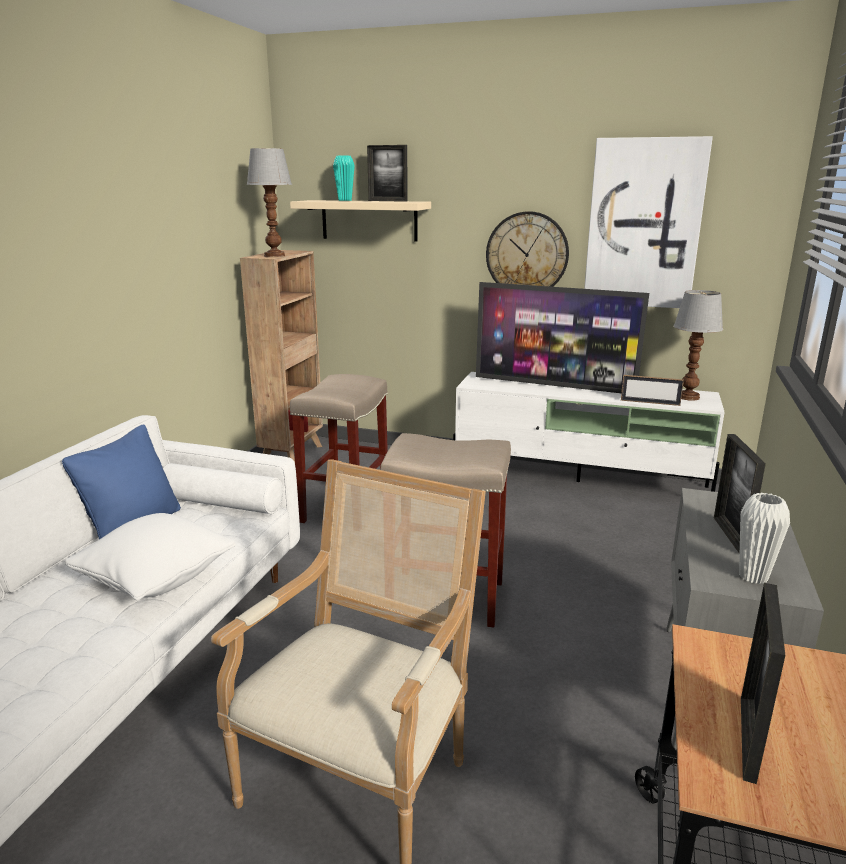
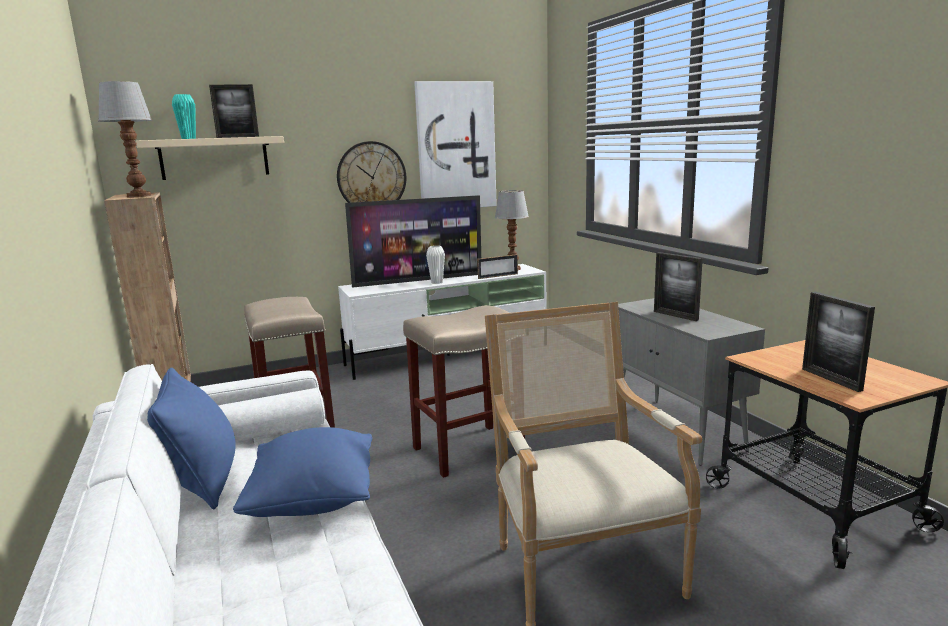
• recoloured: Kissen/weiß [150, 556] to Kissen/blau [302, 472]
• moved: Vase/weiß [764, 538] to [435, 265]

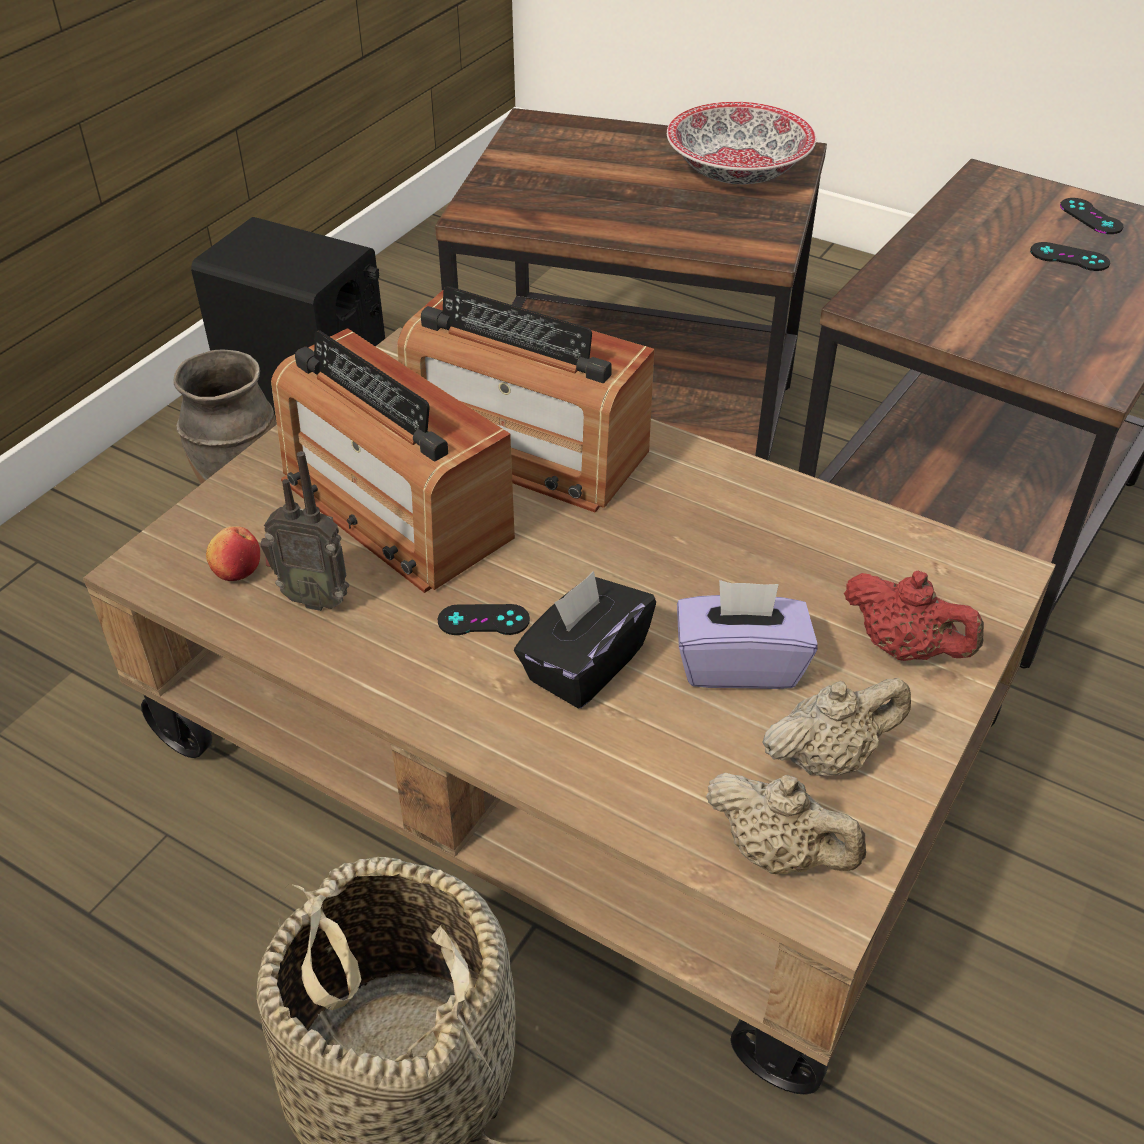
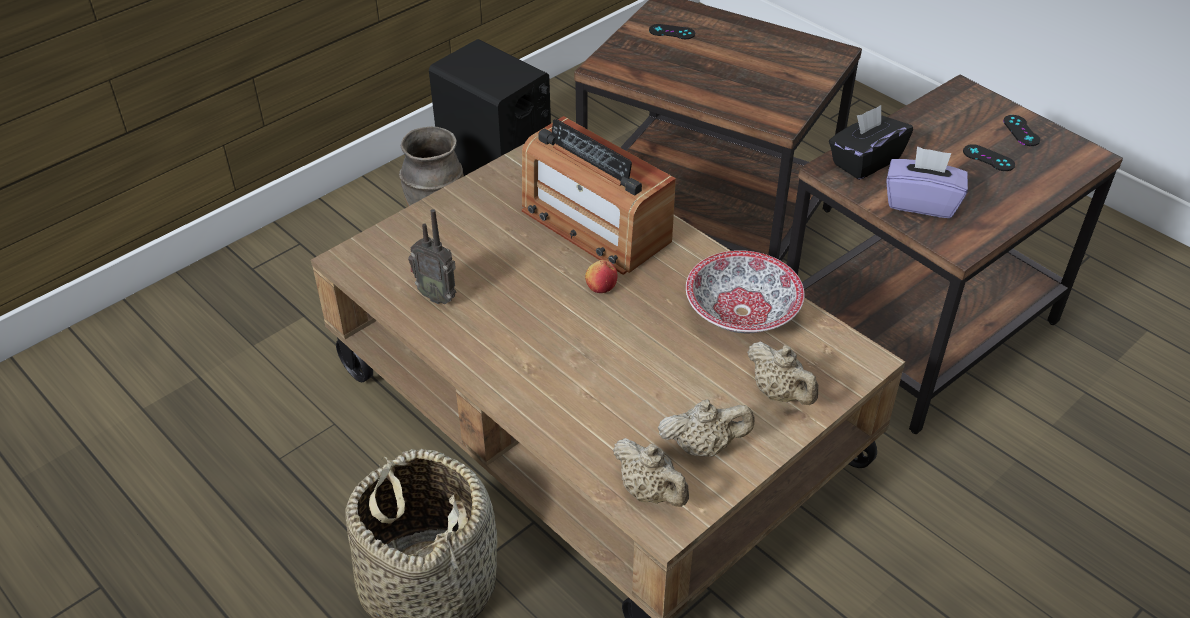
• moved: Apfel [233, 553] to [601, 276]
• removed: Radio [393, 460]
• moved: Gamepad/schwarz [484, 619] to [672, 31]
• moved: Taschentuchbox/schwarz [585, 639] to [871, 142]
• moved: Schüssel [741, 143] to [745, 291]
• moved: Taschentuchbox/lila [747, 634] to [927, 182]
• recoloured: Teekanne/rot [914, 616] to Teekanne/beige [782, 373]

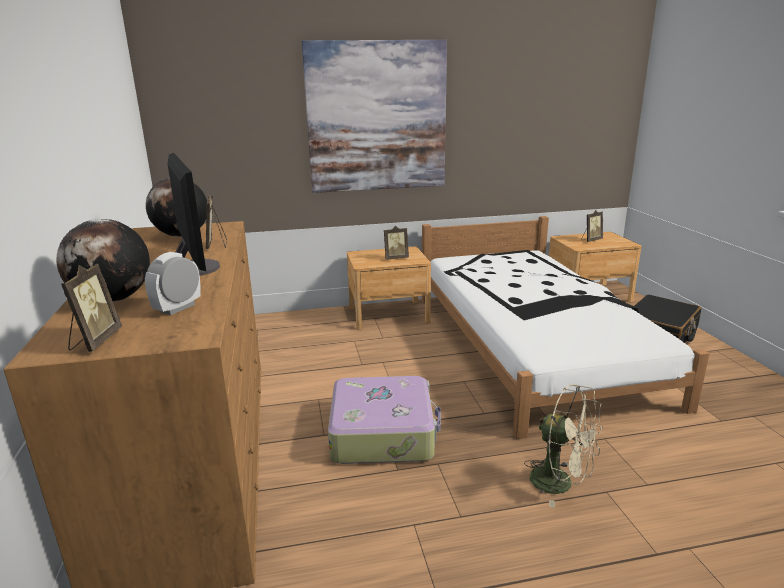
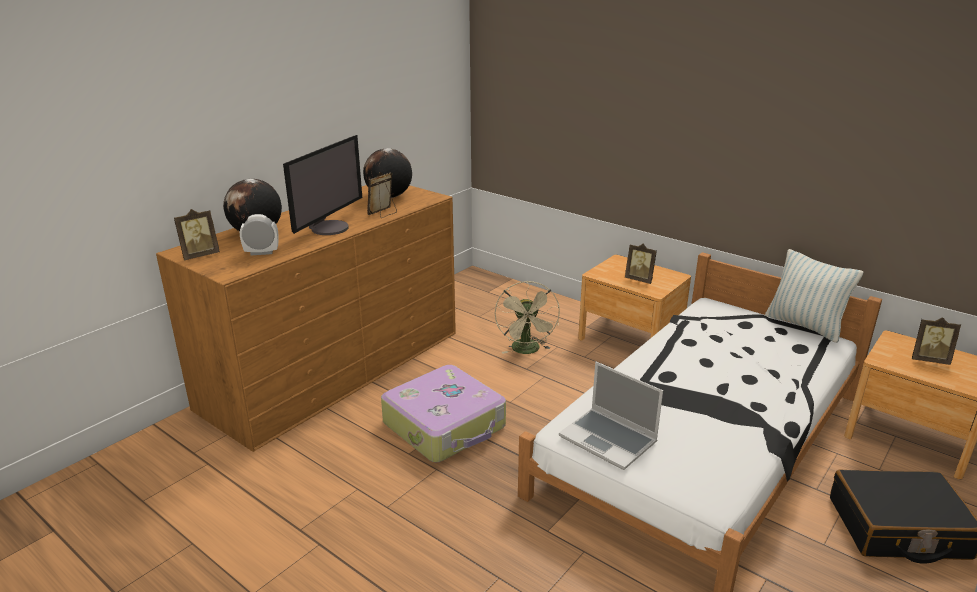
• removed: Bild [374, 116]
• moved: Ventilator/beige [563, 446] to [527, 317]
• added: Laptop [611, 416]
• added: Kissen [814, 296]

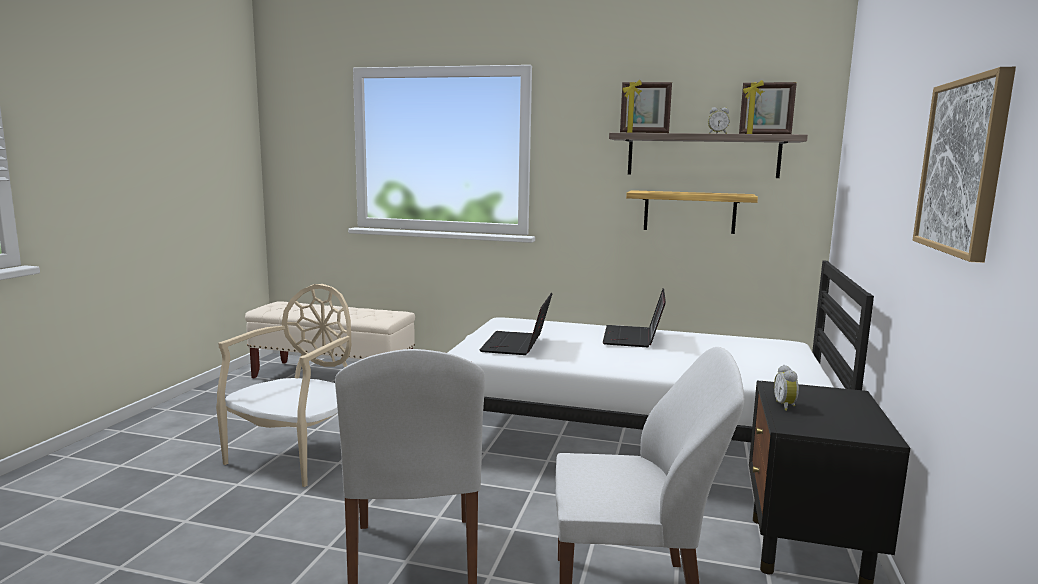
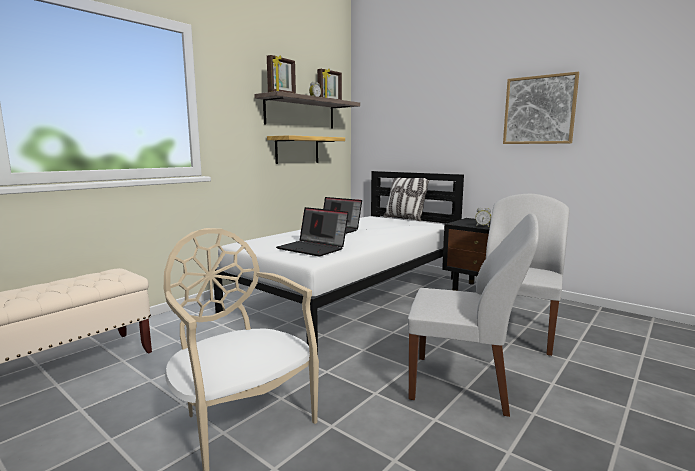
• added: Kissen [406, 199]

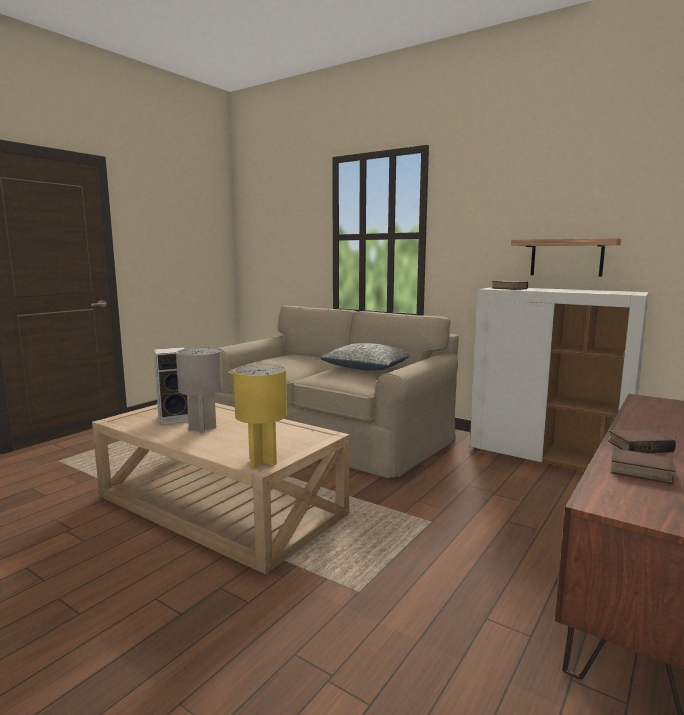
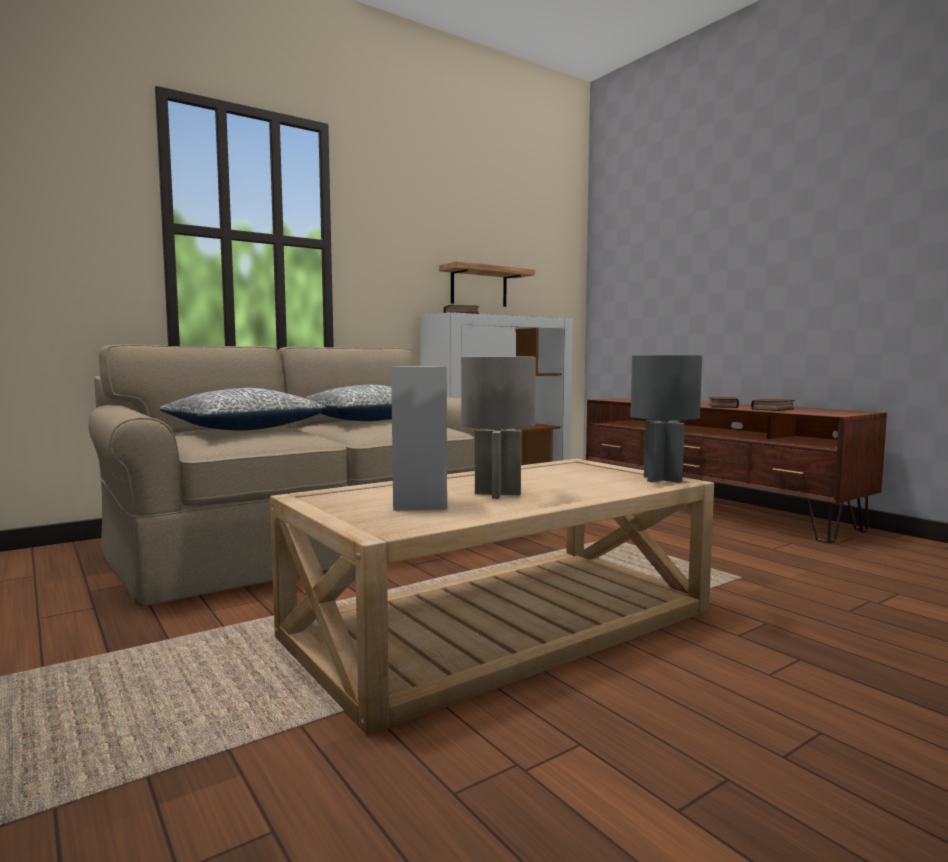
• recoloured: Tischlampe/gelb [260, 415] to Tischlampe/grau [666, 419]
• added: Kissen [243, 409]

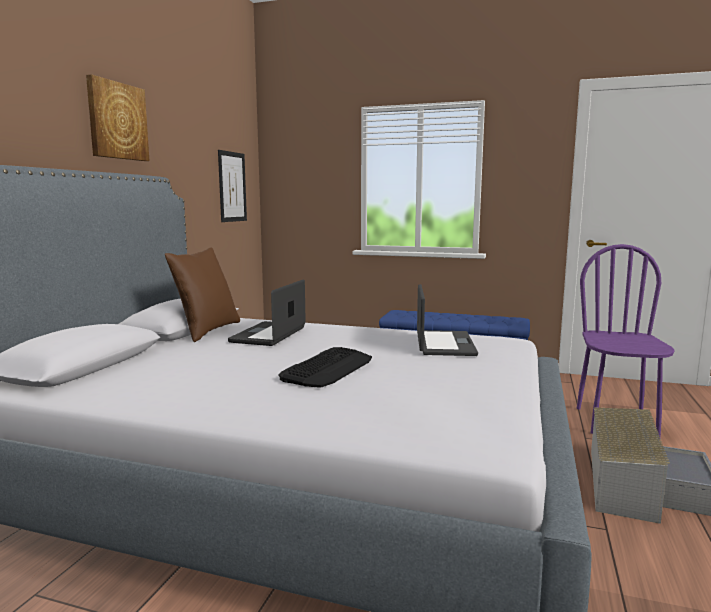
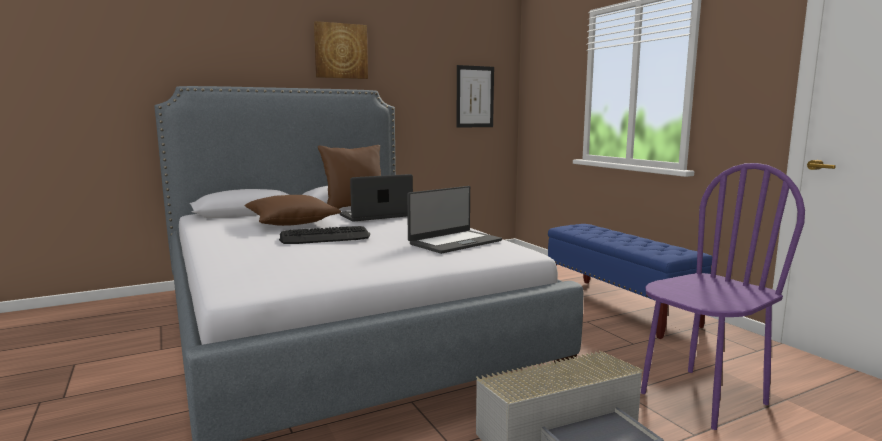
• added: Kissen/braun [292, 210]

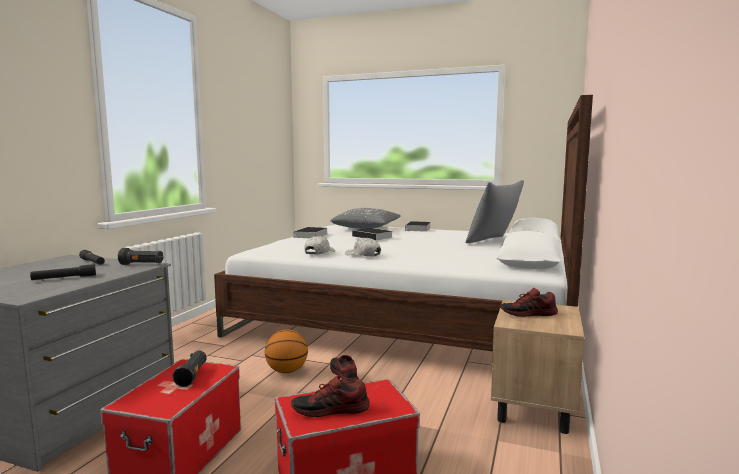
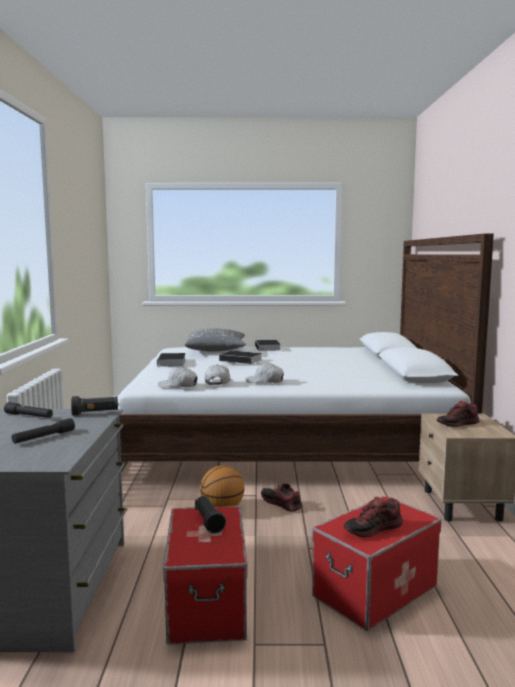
• removed: Kissen/grau [494, 211]
• added: Kappe/weiß [177, 377]

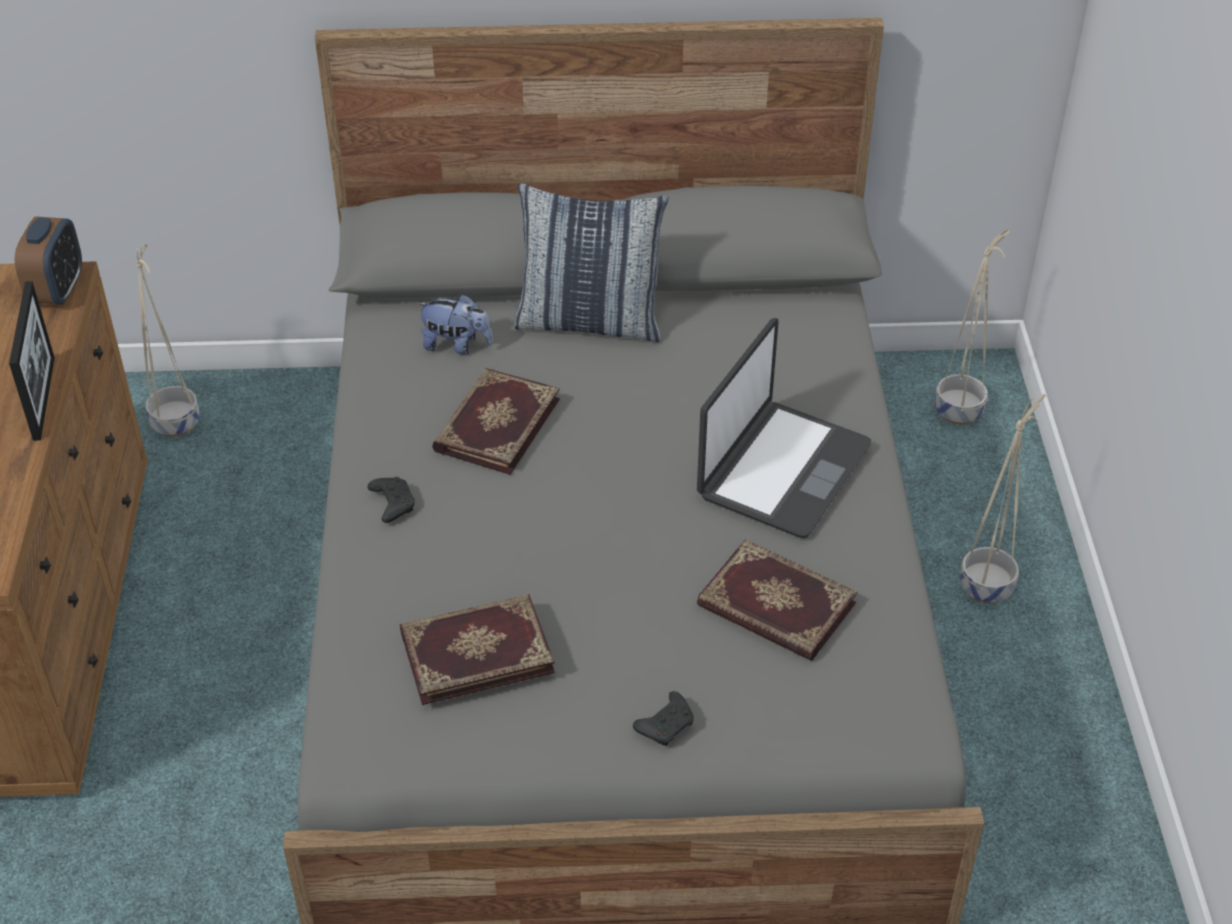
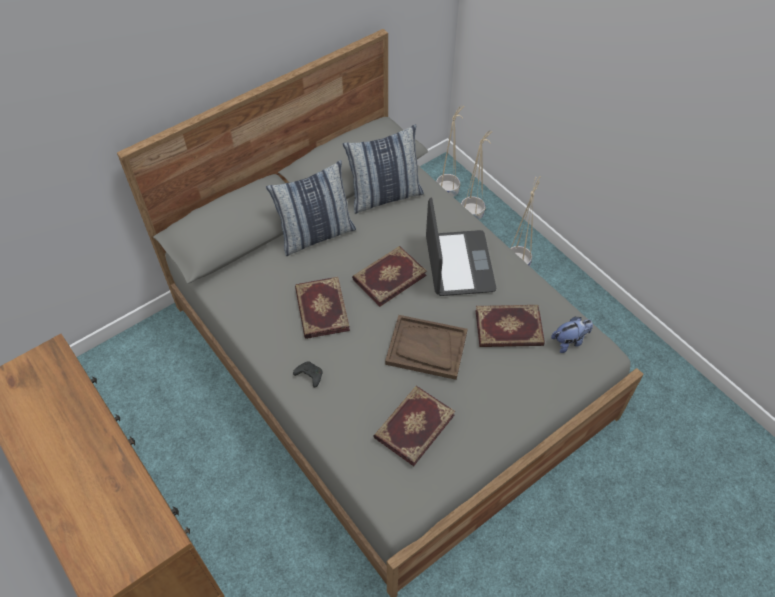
• removed: Bilderrahmen [32, 361]
• removed: Wecker [48, 261]
• moved: Pflanzkübel/beige [168, 340] to [476, 175]
• moved: Plüschtier [454, 324] to [572, 334]
• removed: Gamepad/schwarz [663, 718]
• added: Kissen [383, 169]
• added: Buch [389, 276]
• added: Tablett/braun [426, 347]

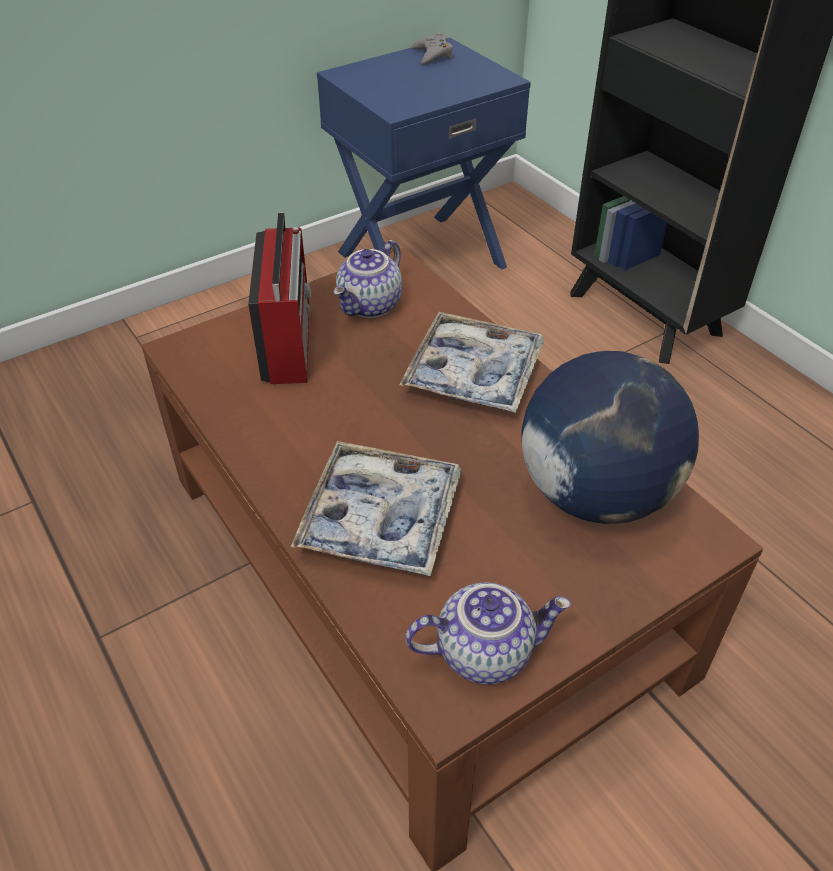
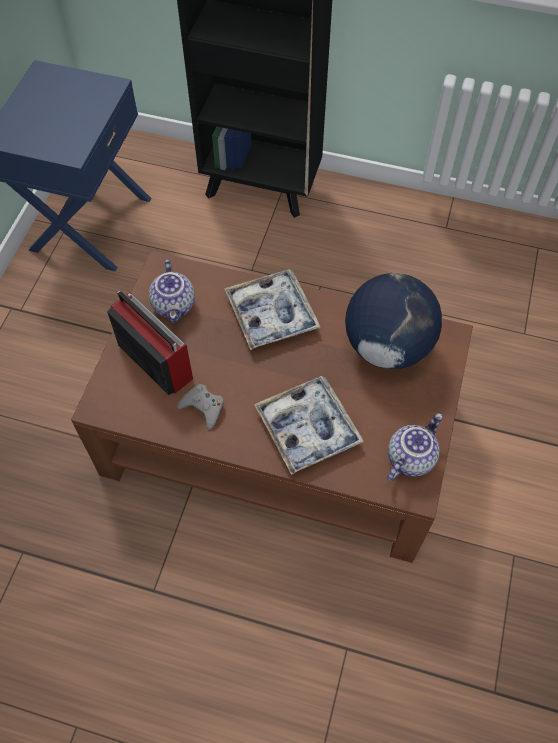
• moved: Gamepad/grau [432, 48] to [200, 407]

